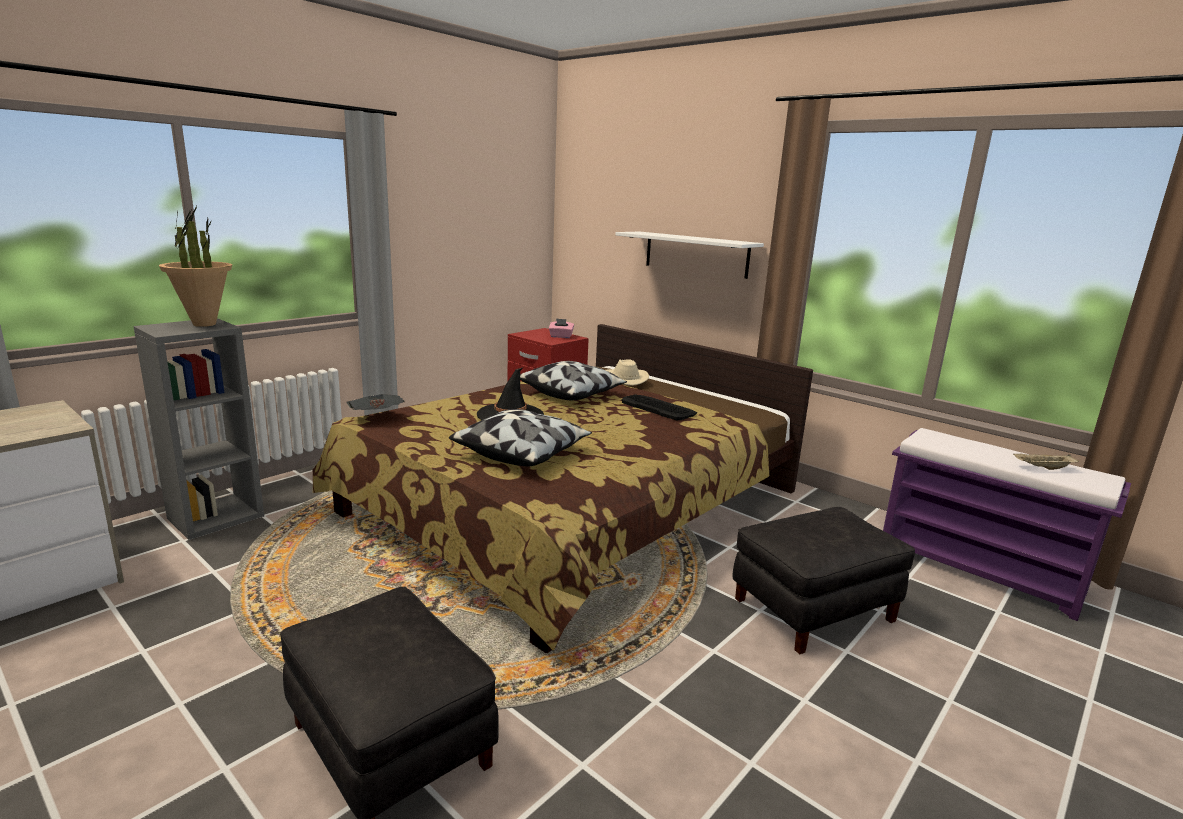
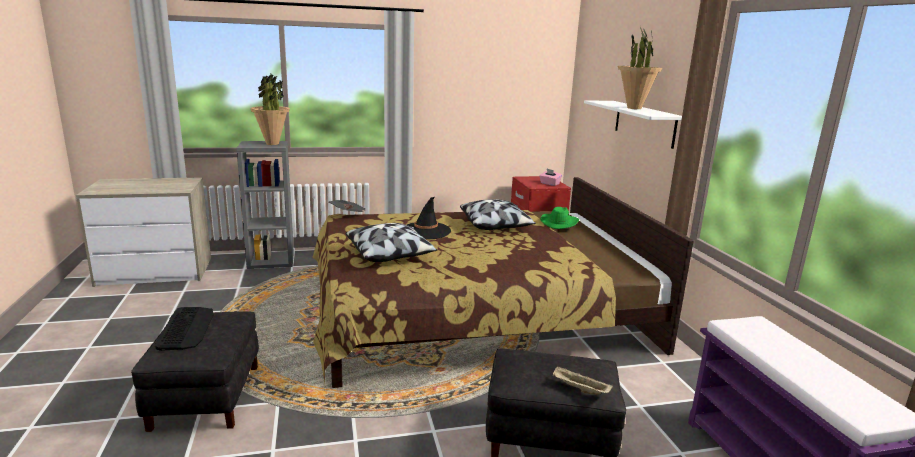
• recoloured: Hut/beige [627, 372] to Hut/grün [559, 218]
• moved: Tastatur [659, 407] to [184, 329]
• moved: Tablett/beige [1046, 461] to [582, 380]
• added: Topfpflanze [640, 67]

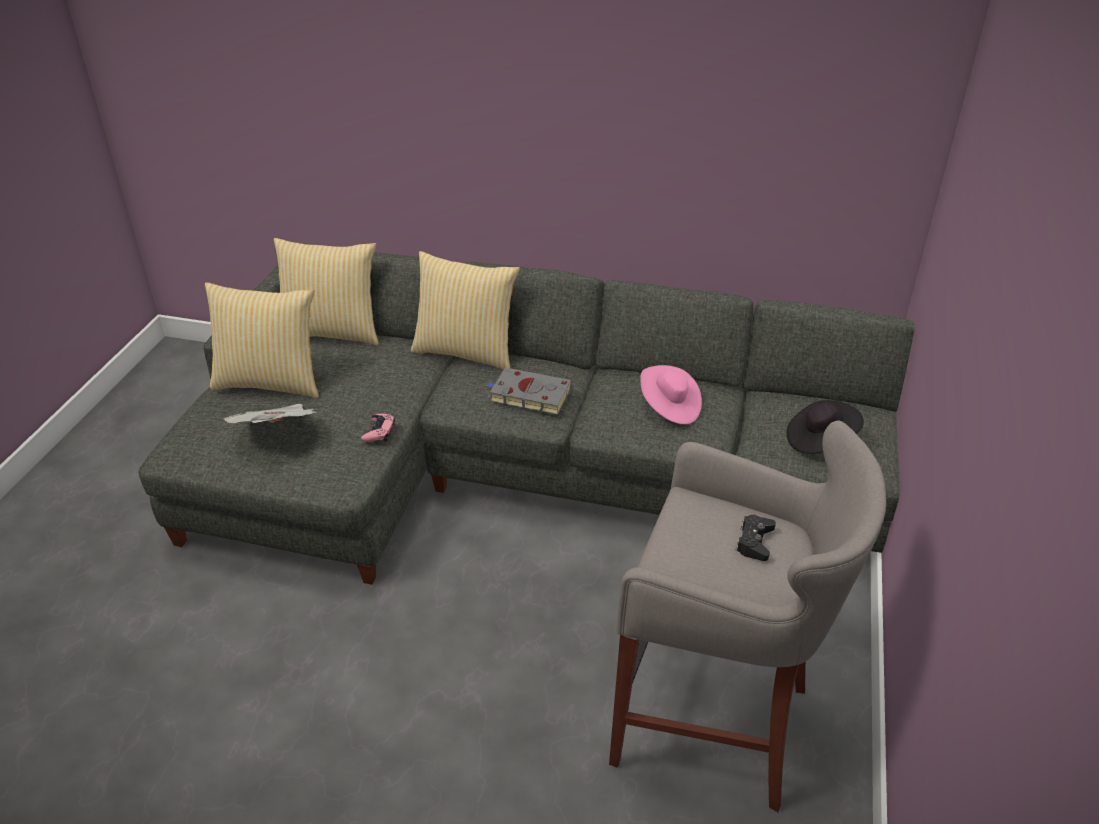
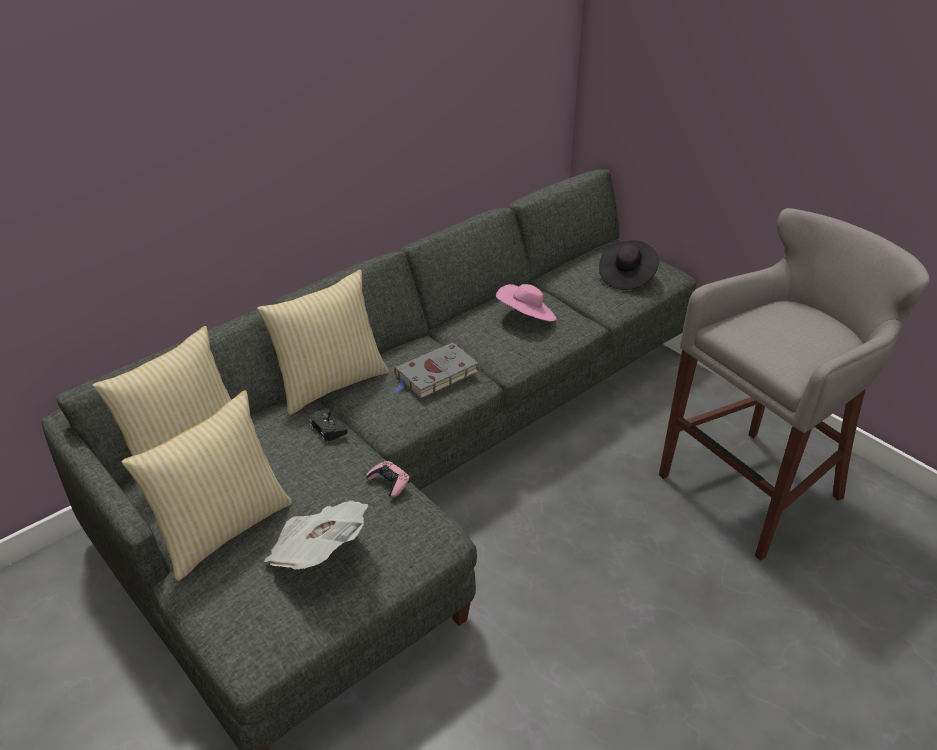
• moved: Gamepad/schwarz [755, 538] to [328, 425]

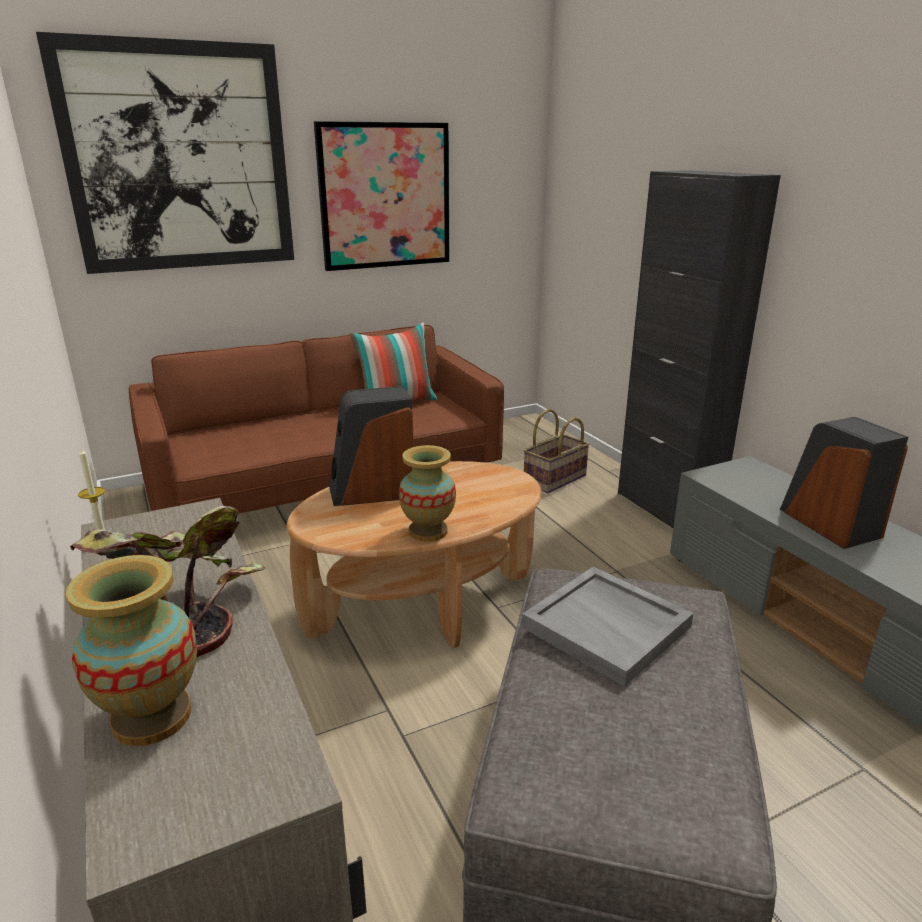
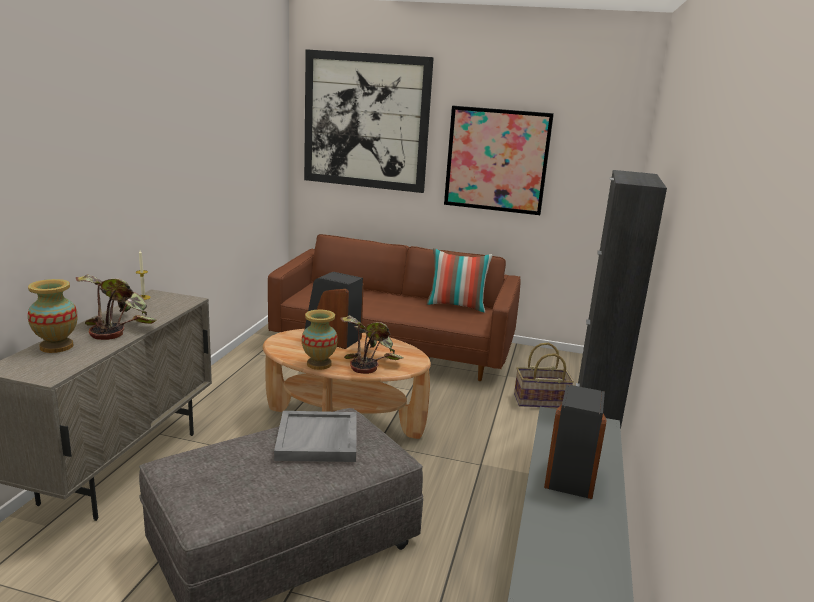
• added: Topfpflanze [372, 344]

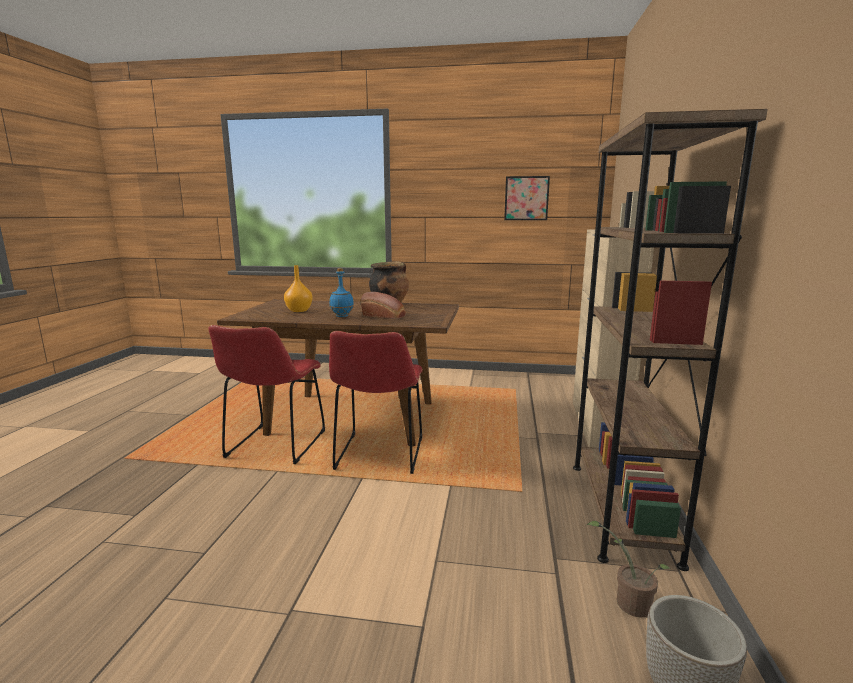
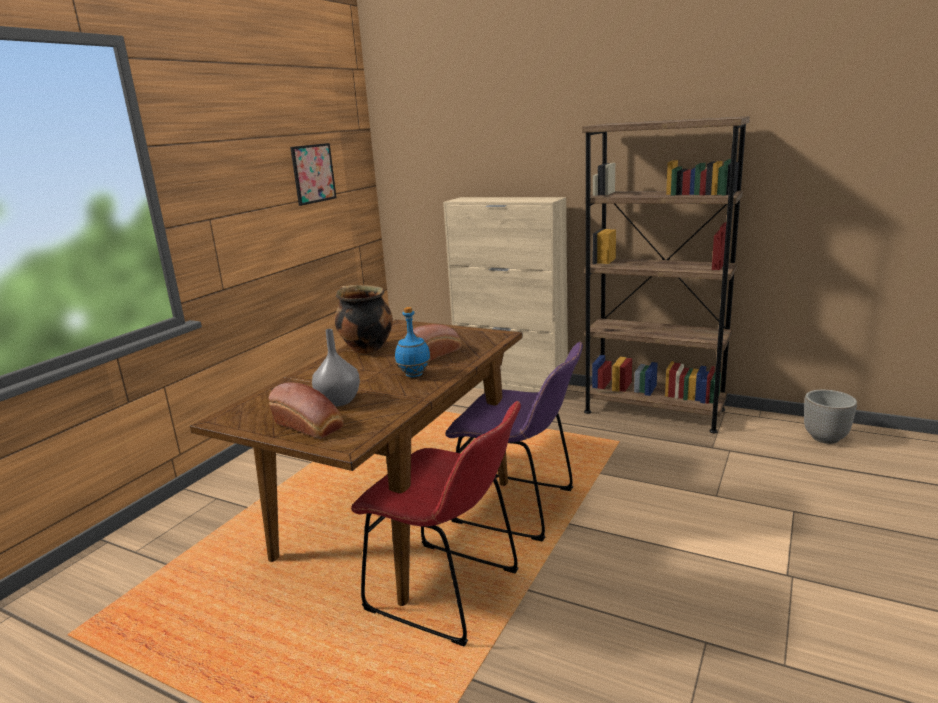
• recoloured: Vase/orange [298, 288] to Vase/grau [336, 367]
• recoloured: Stuhl/rot [376, 402] to Stuhl/lila [514, 442]
• removed: Topfpflanze [629, 569]
• added: Brot [305, 411]

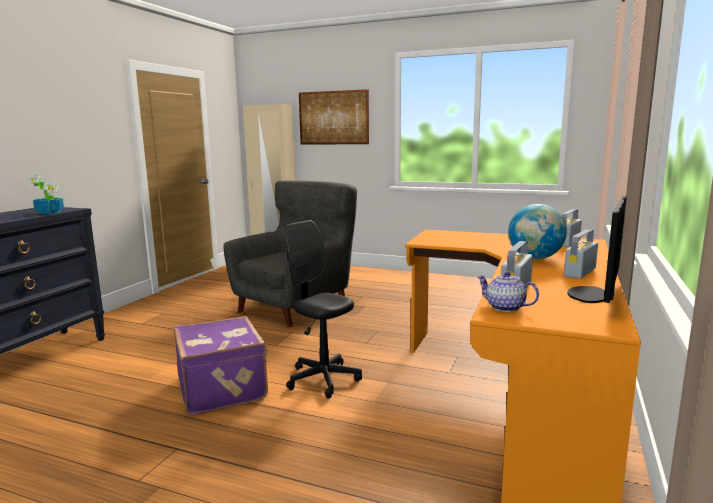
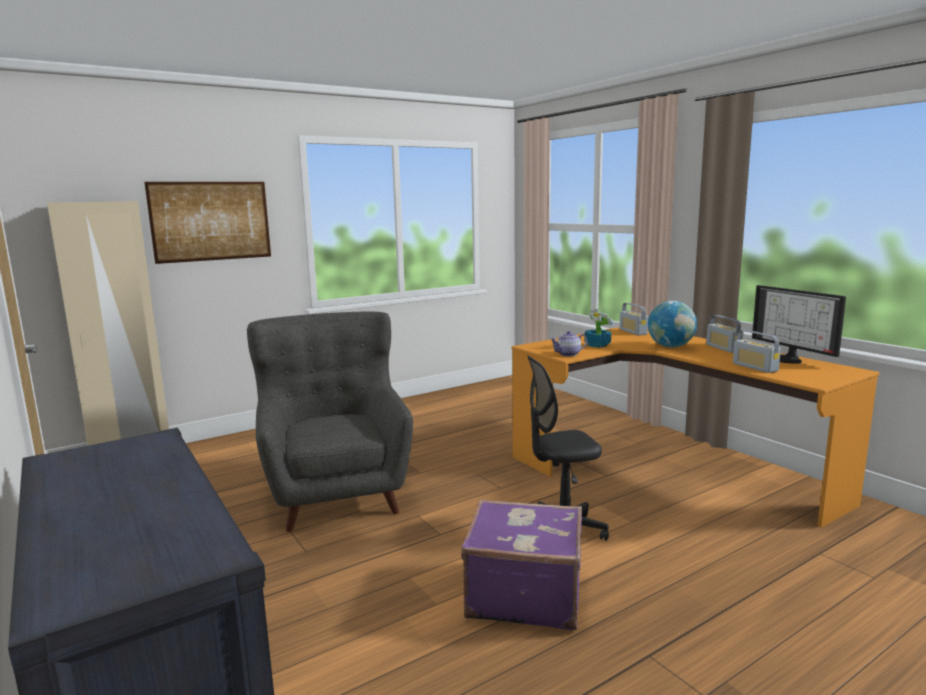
• moved: Topfpflanze [46, 194] to [599, 328]
• moved: Teekanne [508, 291] to [569, 343]

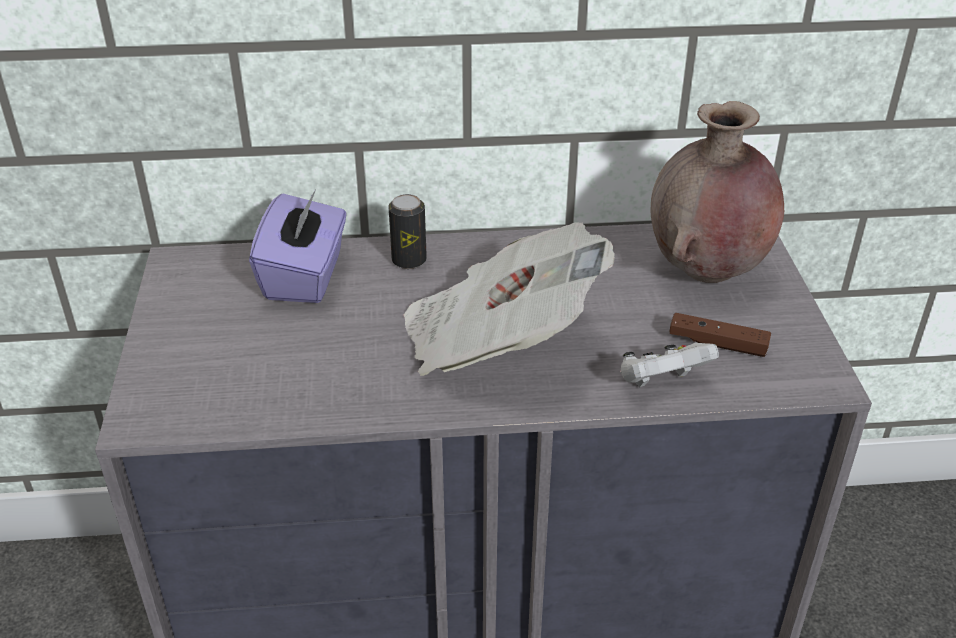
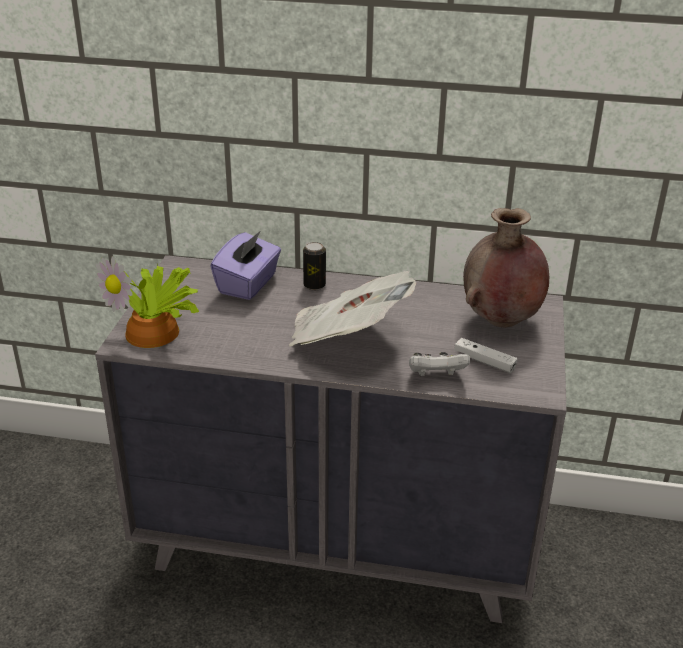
• recoloured: Gamepad/braun [720, 335] to Gamepad/weiß [485, 355]
• added: Topfpflanze [147, 302]

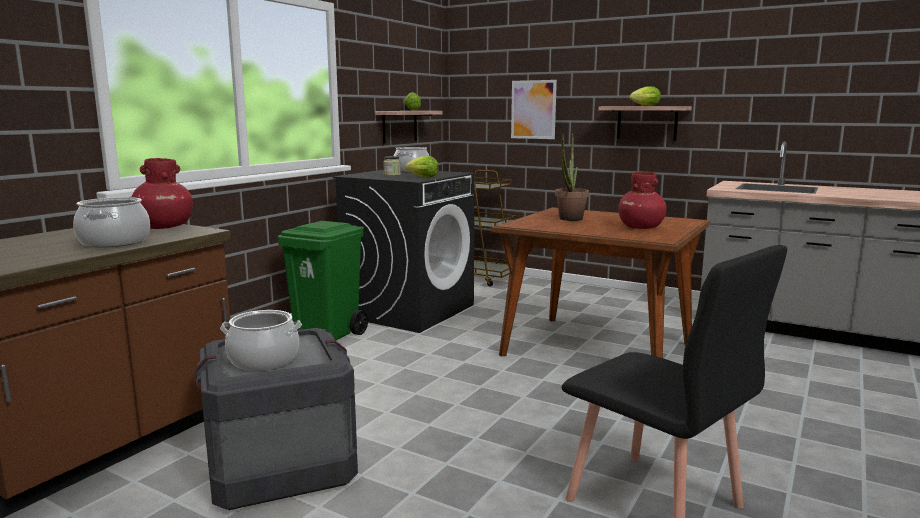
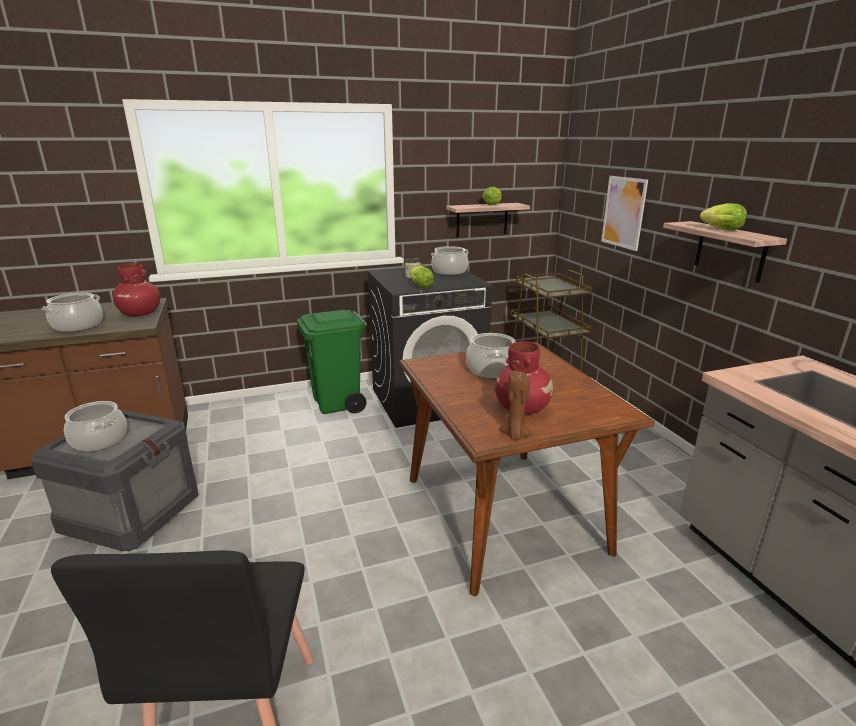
• replaced: Topfpflanze [572, 177] to Kochtopf [491, 355]
• added: Kerze/braun [515, 405]

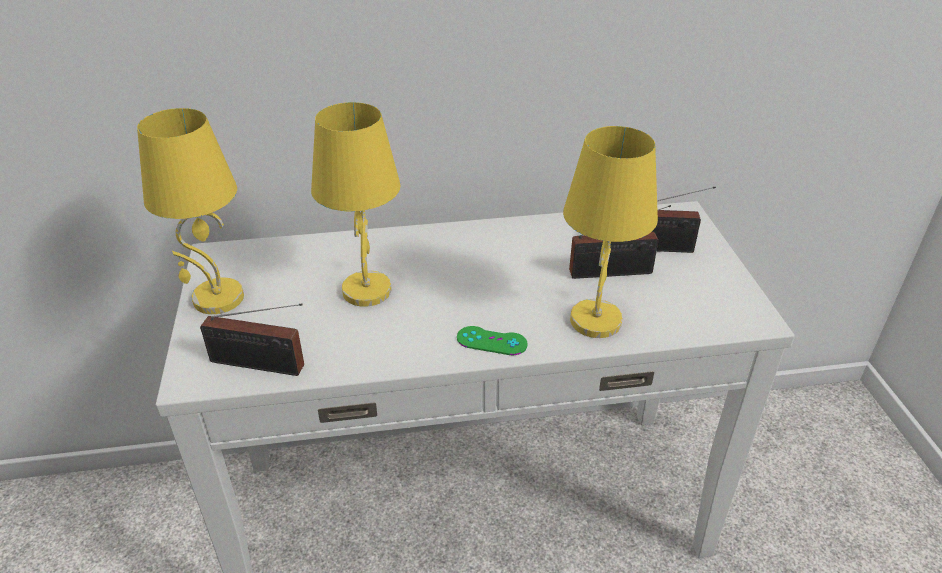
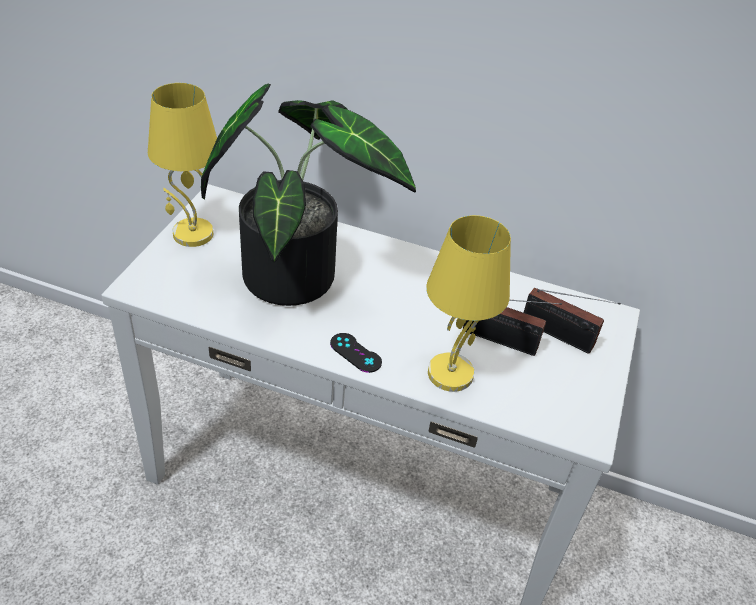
• removed: Radio [252, 340]
• replaced: Tischlampe/gelb [356, 204] to Topfpflanze [308, 195]
• recoloured: Gamepad/grün [492, 340] to Gamepad/schwarz [356, 353]

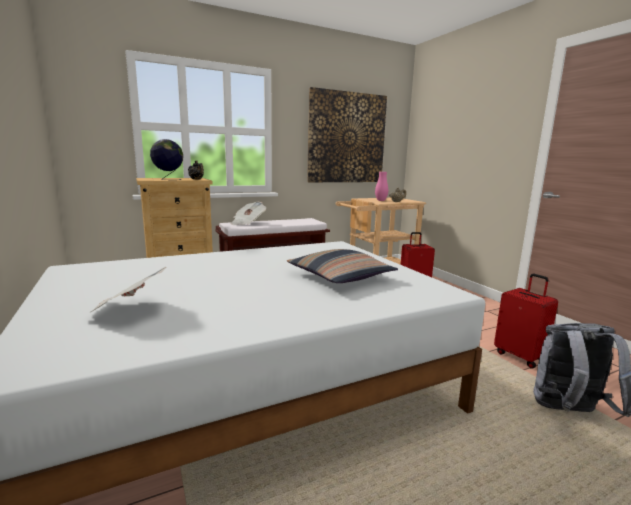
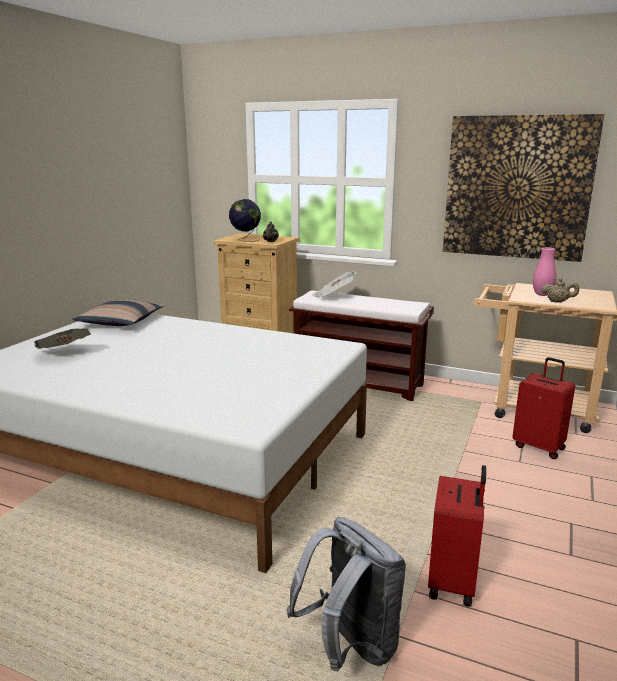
• moved: Kissen [342, 266] to [118, 313]

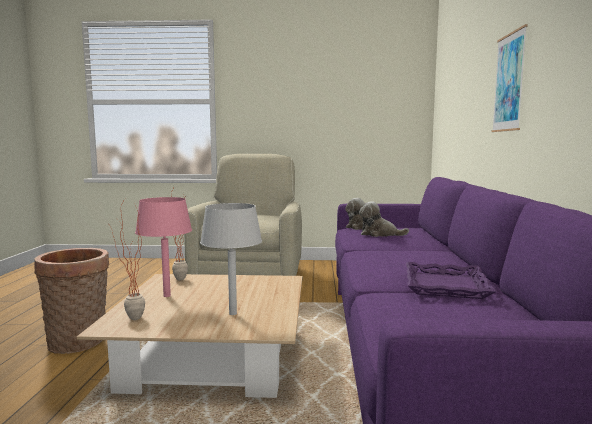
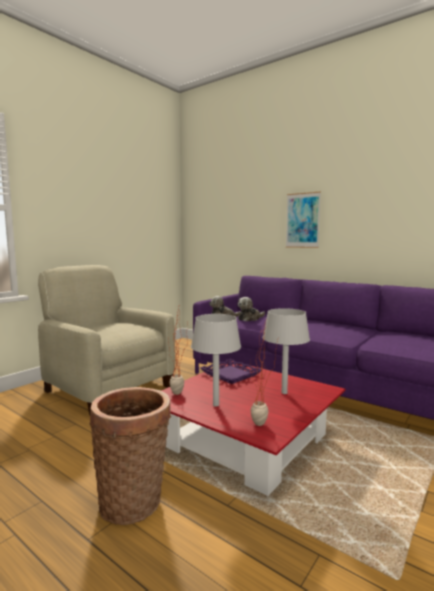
• recoloured: Couchtisch/beige [189, 336] to Couchtisch/rot [253, 428]
• recoloured: Tischlampe/rosa [163, 247] to Tischlampe/grau [216, 360]
• moved: Tablett/lila [451, 280] to [230, 371]

